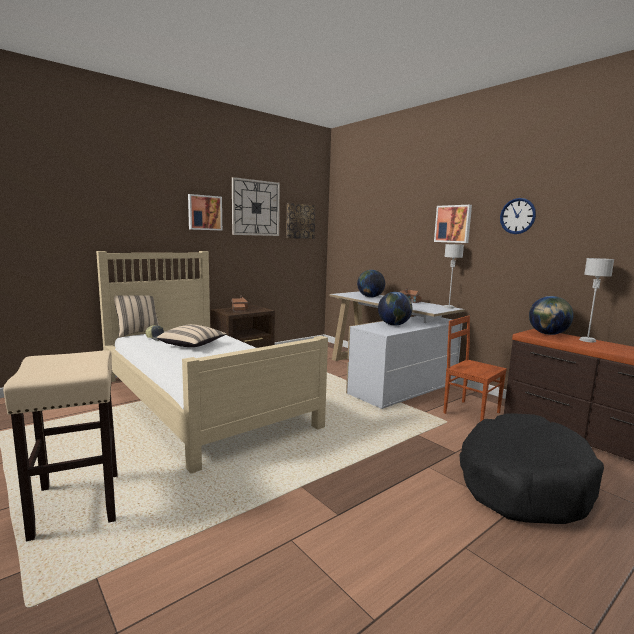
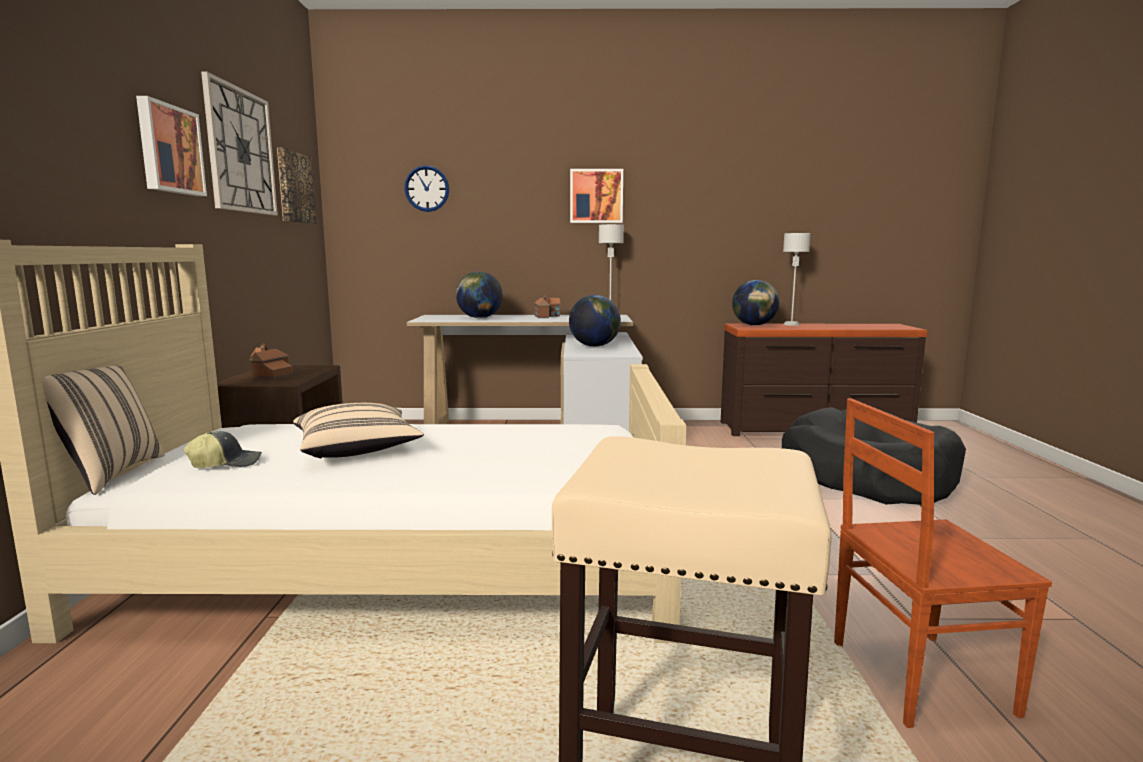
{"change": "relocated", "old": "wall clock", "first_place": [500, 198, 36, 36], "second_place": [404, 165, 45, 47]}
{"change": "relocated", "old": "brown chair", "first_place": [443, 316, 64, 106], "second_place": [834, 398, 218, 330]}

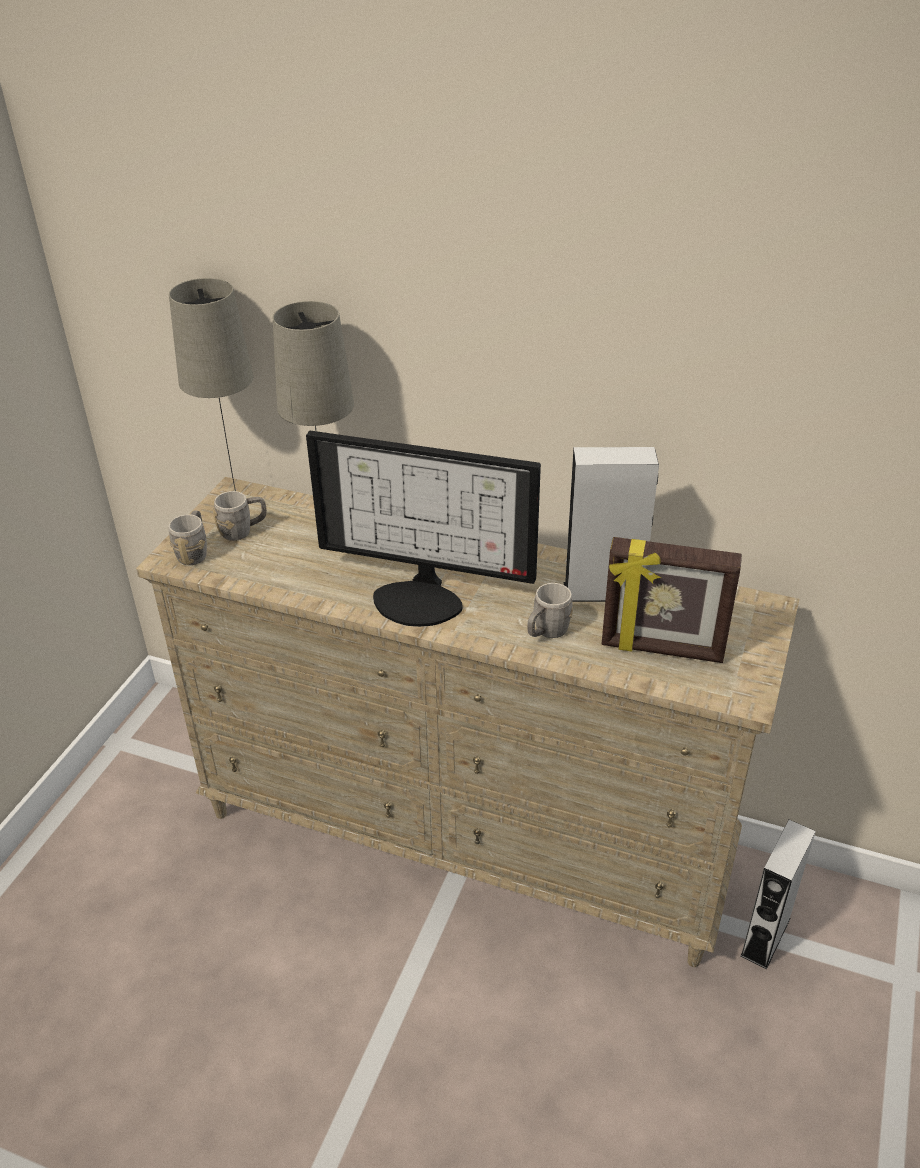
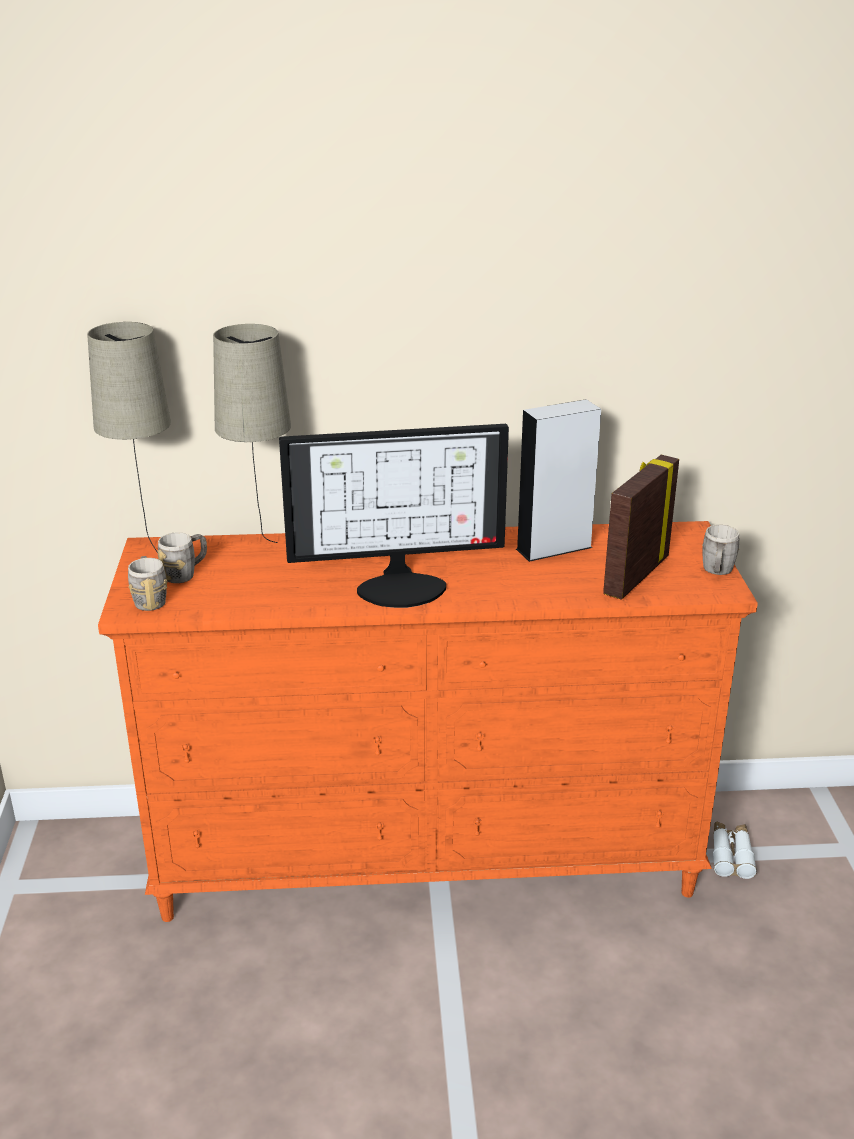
{"change": "colour", "old": "beige dresser", "new": "orange dresser", "first_place": [136, 477, 663, 490], "second_place": [98, 521, 660, 401]}
{"change": "spun", "old": "picture frame", "first_place": [602, 537, 140, 126], "second_place": [603, 455, 76, 145], "degrees": 135}
{"change": "relocated", "old": "grey mug", "first_place": [527, 583, 46, 55], "second_place": [702, 525, 37, 50]}
{"change": "exchanged", "old": "grey speaker", "new": "white binoculars", "first_place": [740, 820, 76, 149], "second_place": [713, 822, 44, 57]}

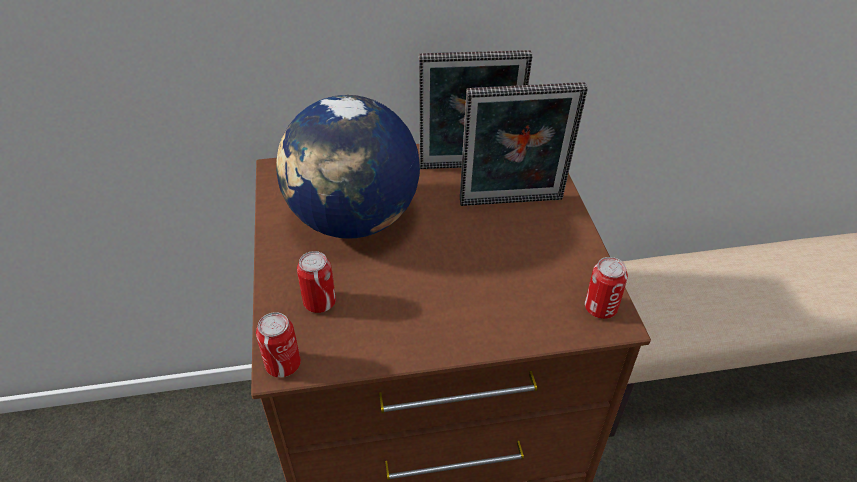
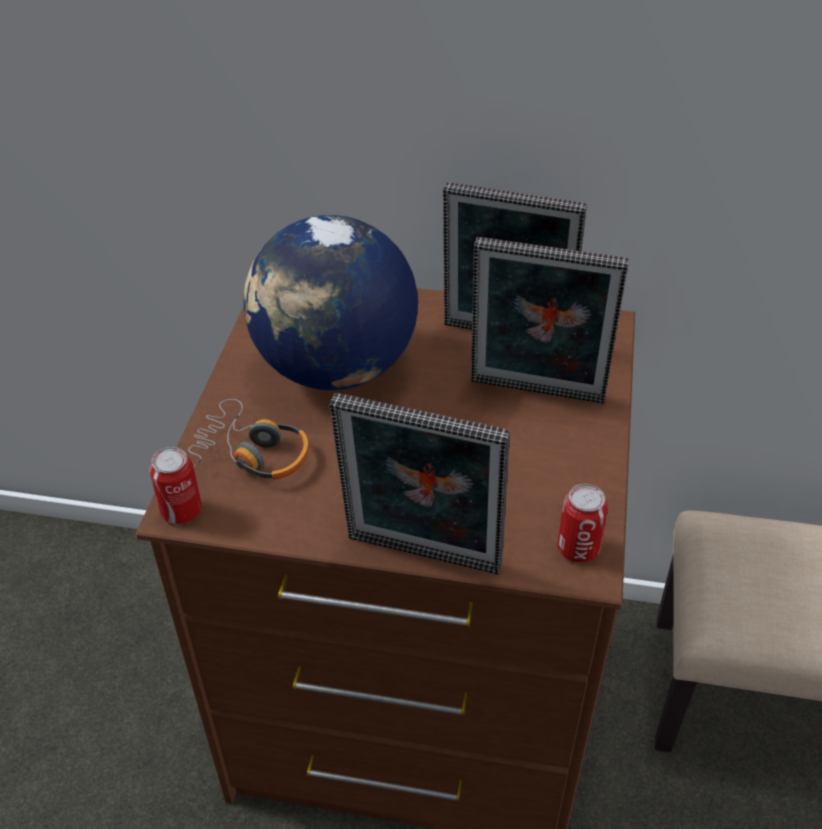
{"change": "exchanged", "old": "can", "new": "headphones", "first_place": [297, 251, 39, 62], "second_place": [188, 399, 121, 81]}
{"change": "appeared", "new": "picture frame", "second_place": [329, 393, 181, 181]}

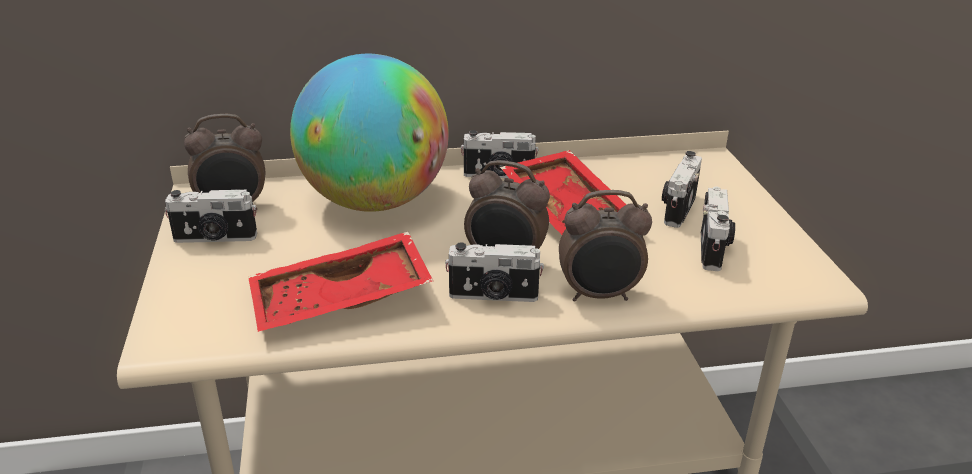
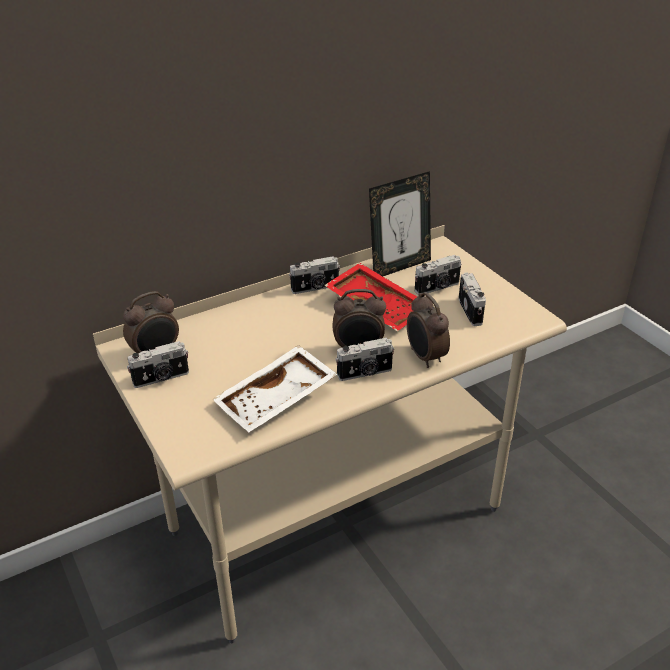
{"change": "colour", "old": "red tray", "new": "white tray", "first_place": [248, 232, 185, 100], "second_place": [212, 345, 125, 87]}
{"change": "appeared", "new": "picture frame", "second_place": [369, 171, 62, 106]}
{"change": "spun", "old": "alarm clock", "first_place": [559, 190, 93, 112], "second_place": [407, 292, 43, 76], "degrees": 90}
{"change": "spun", "old": "photo camera", "first_place": [662, 151, 40, 77], "second_place": [415, 255, 47, 39], "degrees": -120}
{"change": "missing", "old": "globe", "first_place": [290, 54, 159, 158]}

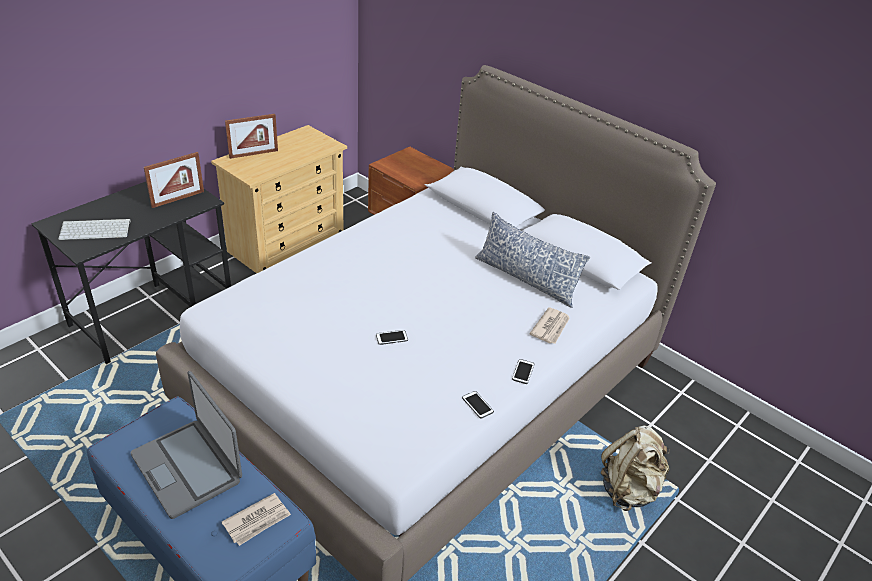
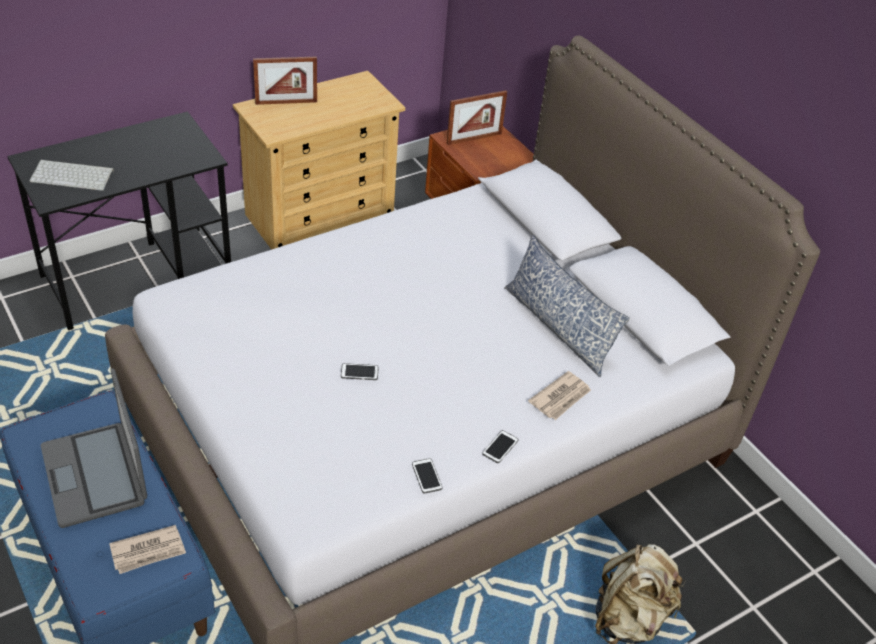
{"change": "relocated", "old": "picture frame", "first_place": [144, 152, 60, 56], "second_place": [447, 90, 60, 55]}

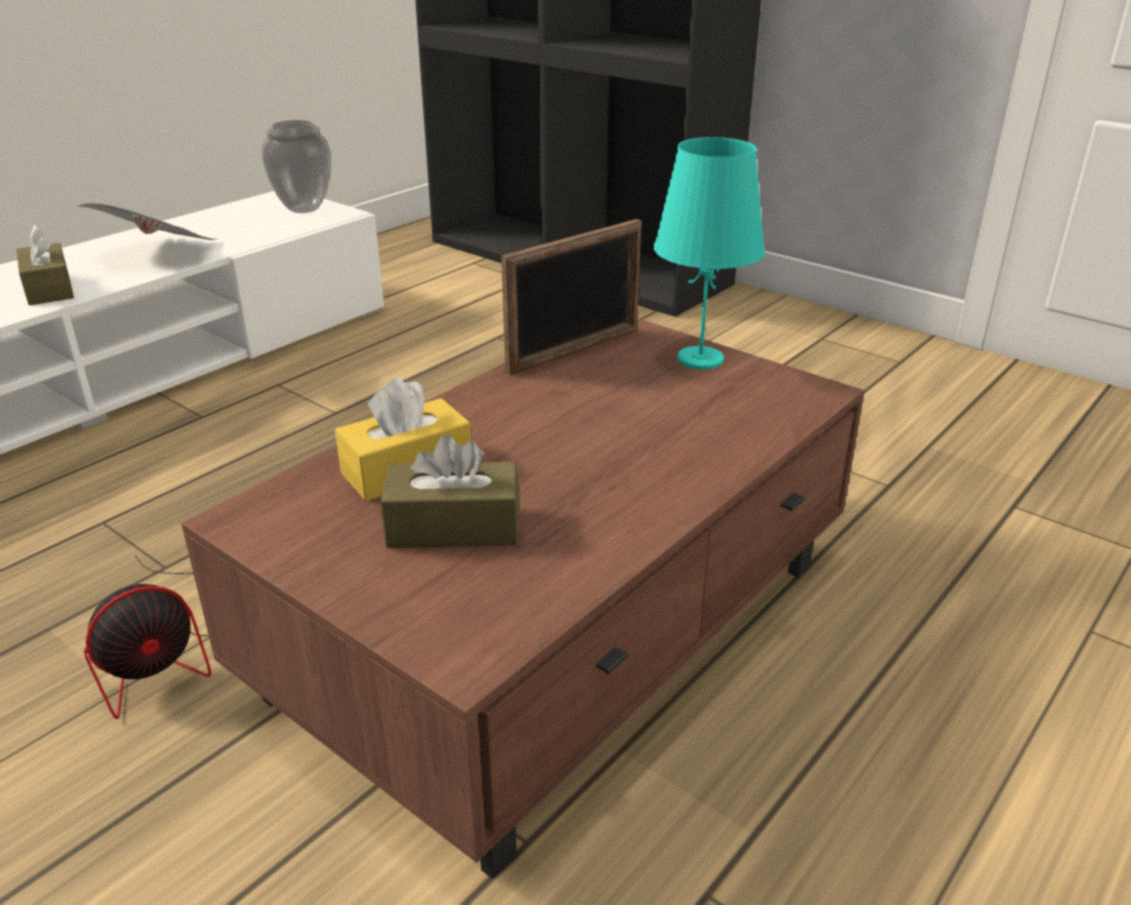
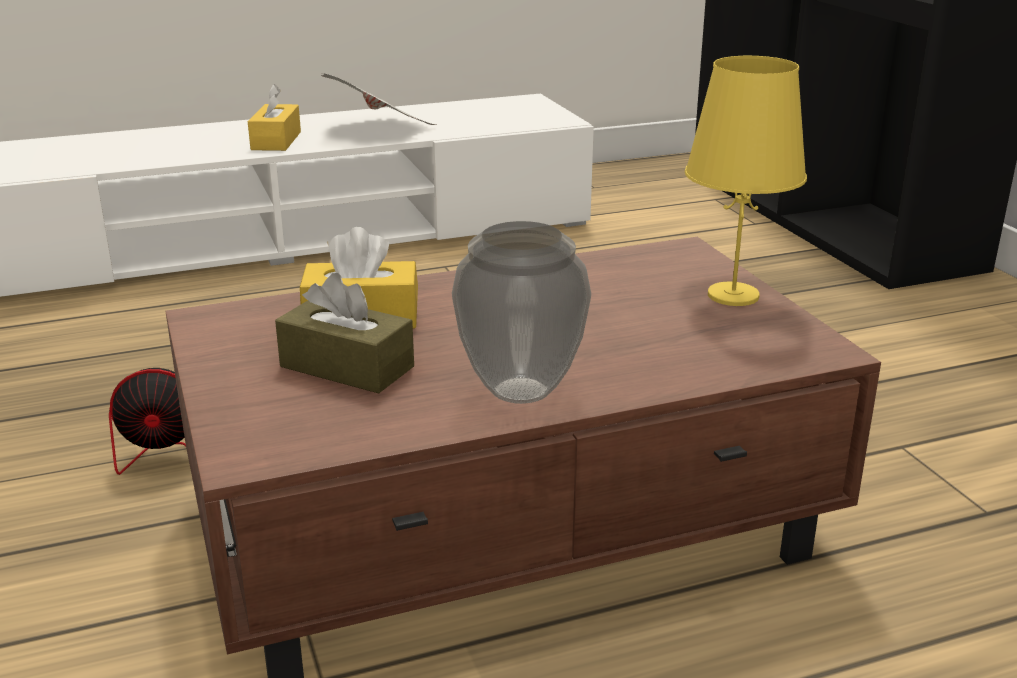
{"change": "colour", "old": "brown tissue box", "new": "yellow tissue box", "first_place": [16, 225, 58, 80], "second_place": [248, 84, 53, 67]}
{"change": "relocated", "old": "vase", "first_place": [262, 120, 69, 93], "second_place": [452, 221, 139, 183]}
{"change": "colour", "old": "turquoise table lamp", "new": "yellow table lamp", "first_place": [654, 137, 111, 233], "second_place": [685, 56, 122, 250]}
{"change": "missing", "old": "picture frame", "first_place": [501, 219, 140, 157]}

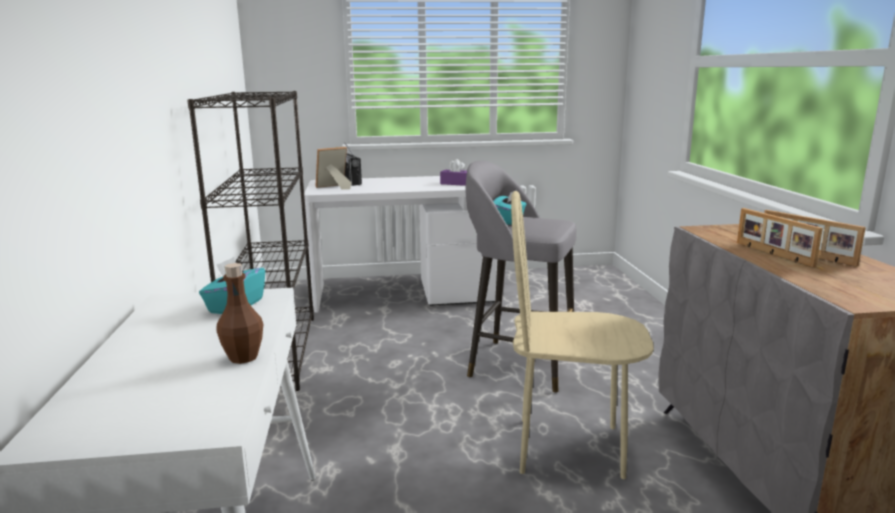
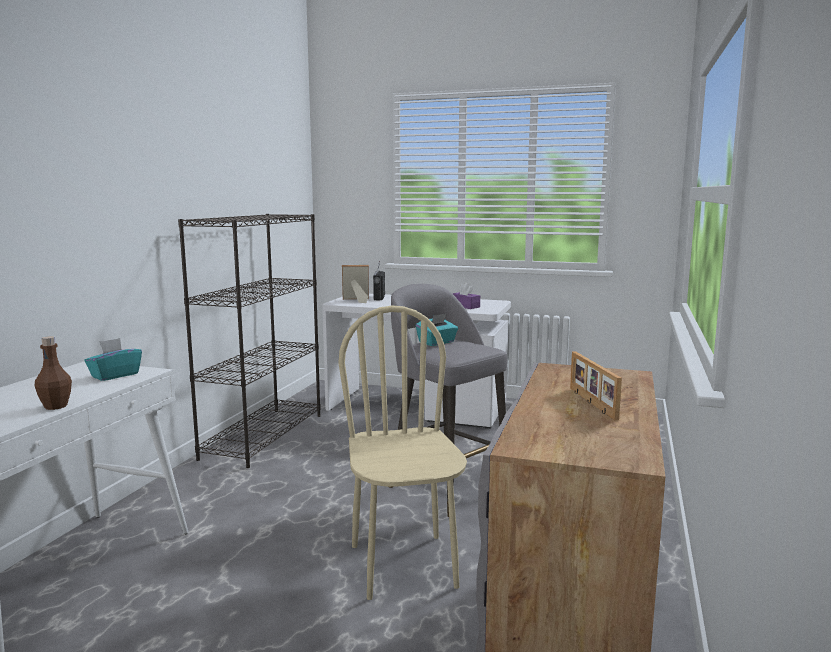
{"change": "spun", "old": "beige chair", "first_place": [511, 191, 143, 288], "second_place": [338, 306, 129, 294], "degrees": 45}
{"change": "missing", "old": "picture frame", "first_place": [737, 208, 86, 59]}

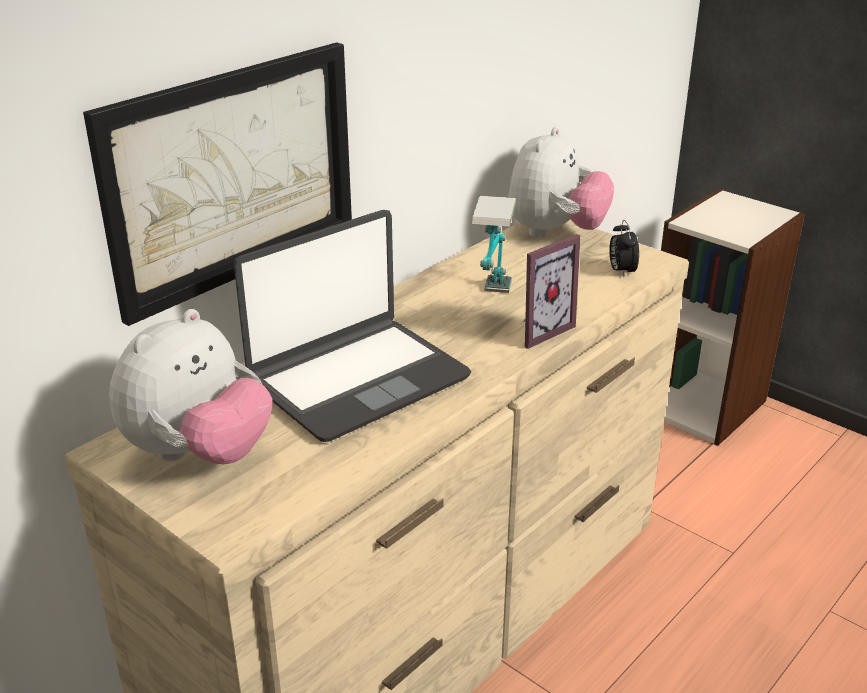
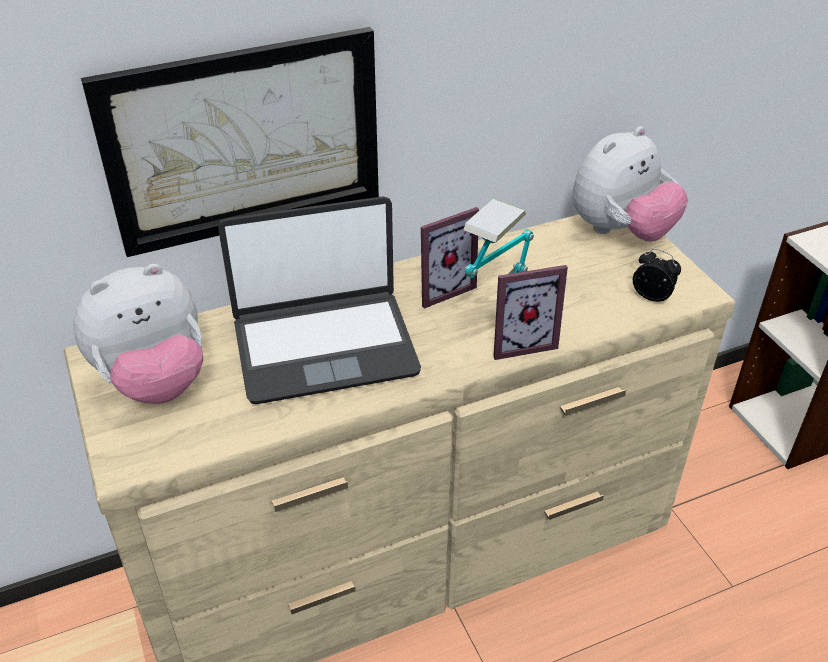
{"change": "appeared", "new": "picture frame", "second_place": [421, 207, 58, 102]}
{"change": "spun", "old": "alarm clock", "first_place": [609, 220, 30, 57], "second_place": [633, 249, 48, 53], "degrees": 105}

